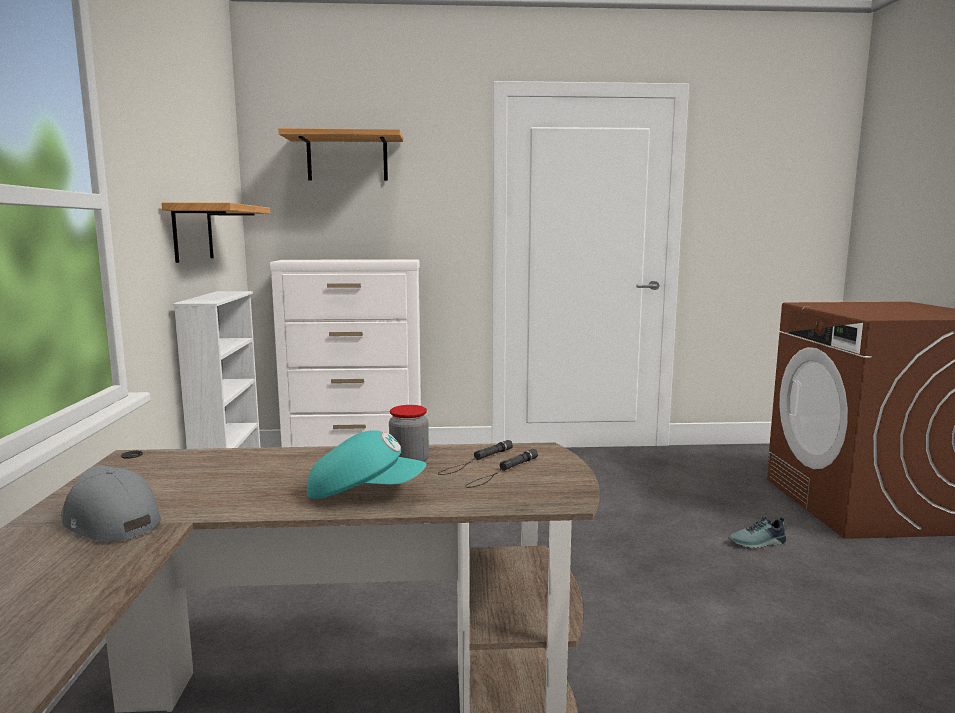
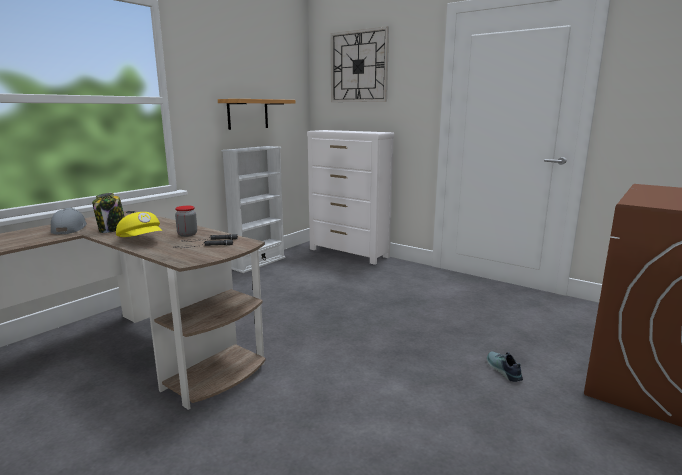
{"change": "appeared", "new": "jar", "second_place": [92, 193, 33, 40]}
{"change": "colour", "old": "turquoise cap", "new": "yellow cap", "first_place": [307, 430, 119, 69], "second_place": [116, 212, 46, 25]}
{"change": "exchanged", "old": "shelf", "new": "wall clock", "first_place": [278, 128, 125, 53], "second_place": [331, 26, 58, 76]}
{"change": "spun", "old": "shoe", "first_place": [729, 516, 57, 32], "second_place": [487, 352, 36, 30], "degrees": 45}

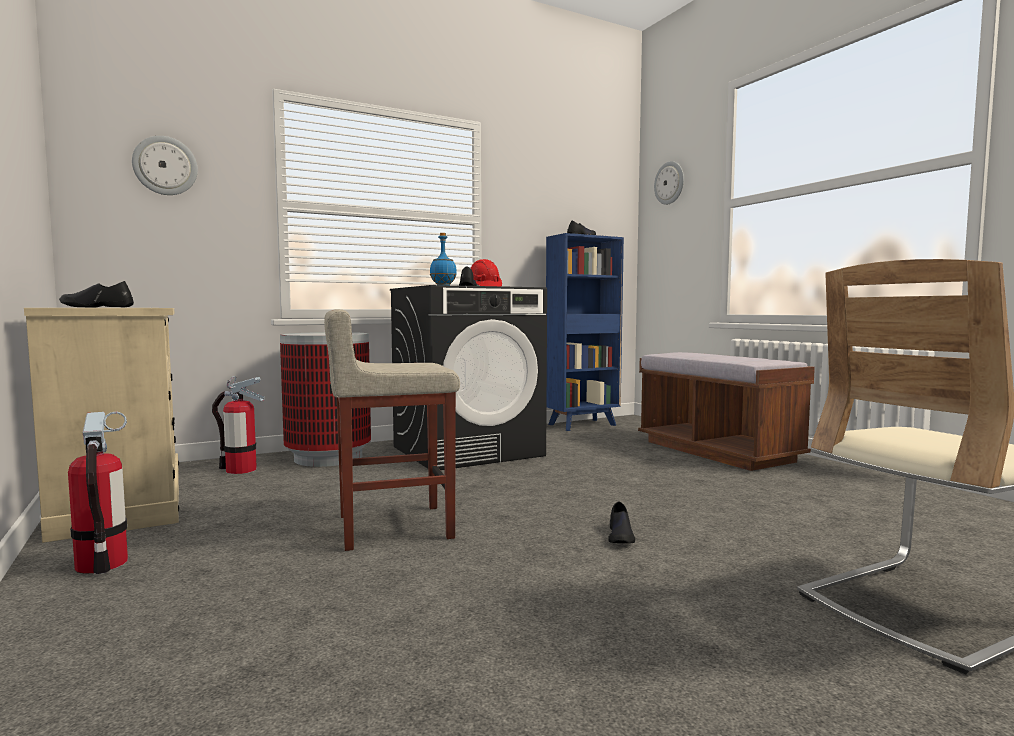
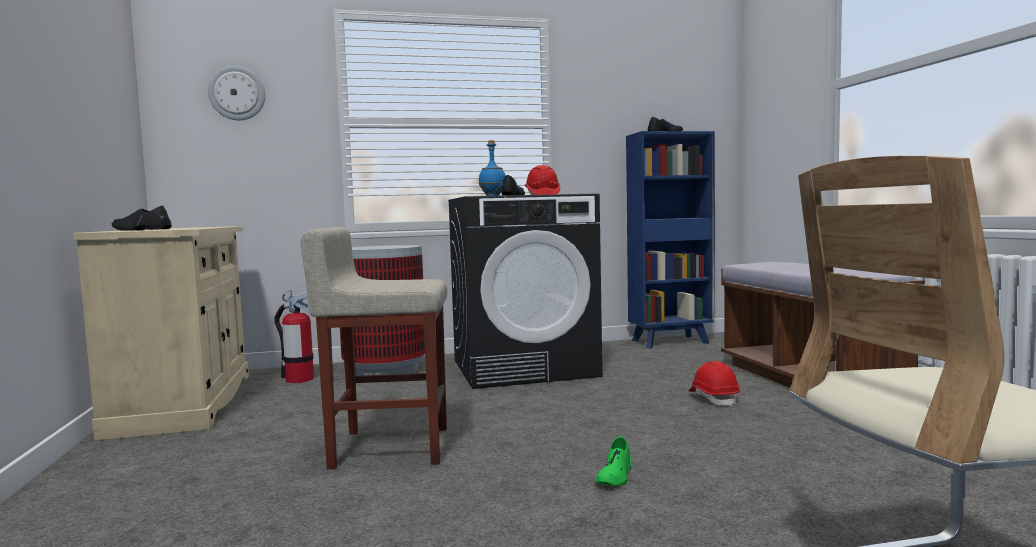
{"change": "colour", "old": "black shoe", "new": "green shoe", "first_place": [608, 501, 27, 43], "second_place": [595, 436, 36, 50]}
{"change": "appeared", "new": "red hard hat", "second_place": [689, 361, 51, 46]}
{"change": "missing", "old": "fire extinguisher", "first_place": [68, 411, 60, 163]}
{"change": "missing", "old": "wall clock", "first_place": [654, 161, 30, 44]}

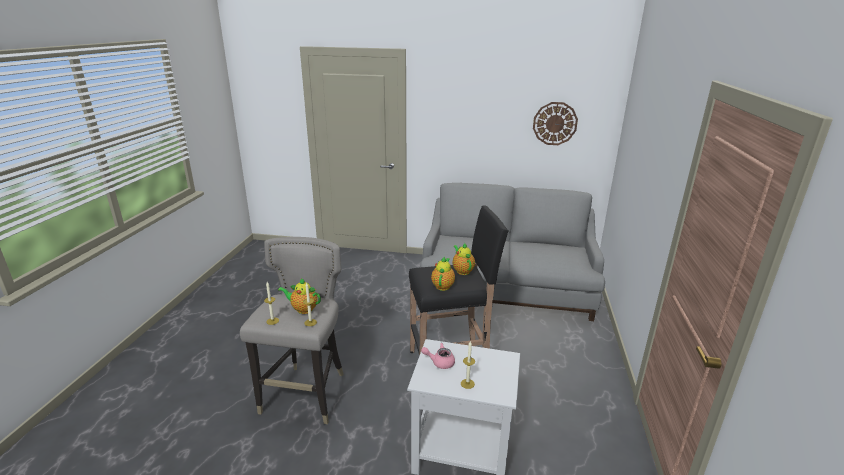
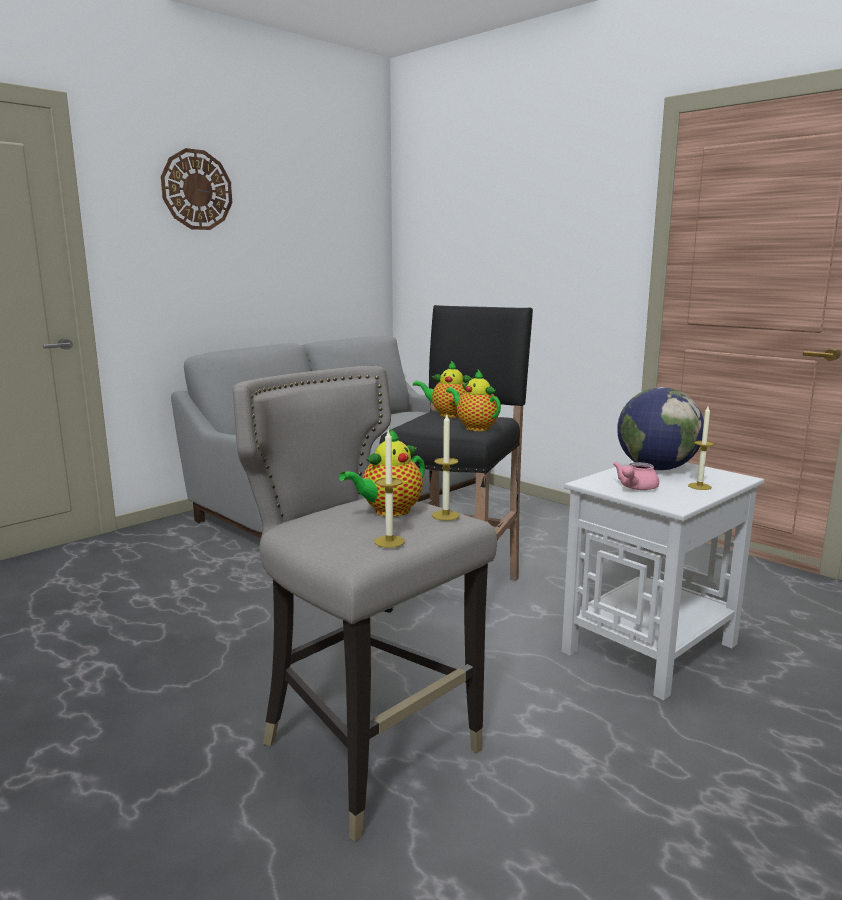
{"change": "relocated", "old": "wall clock", "first_place": [533, 102, 45, 43], "second_place": [161, 148, 71, 82]}
{"change": "appeared", "new": "globe", "second_place": [617, 387, 87, 83]}

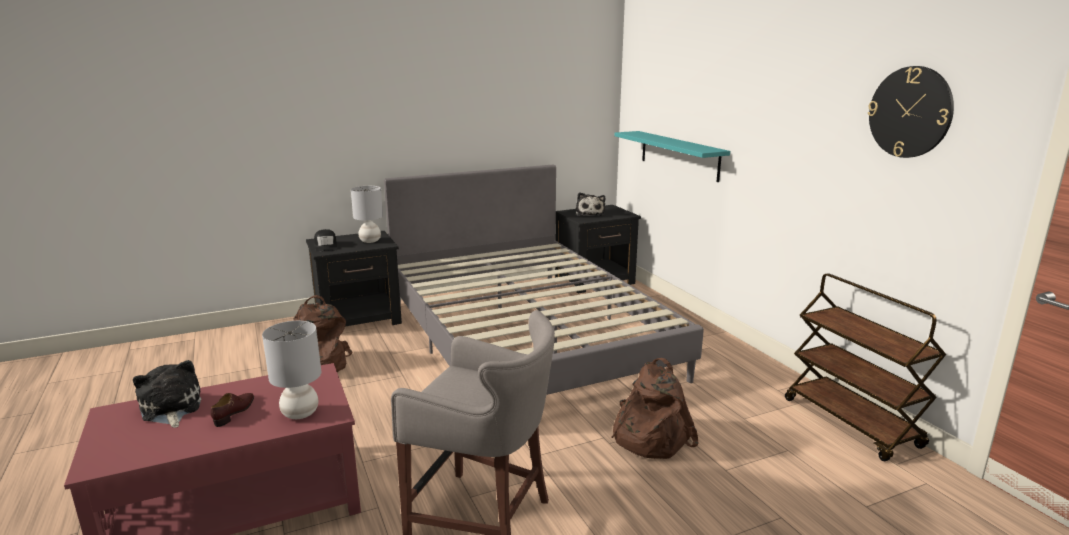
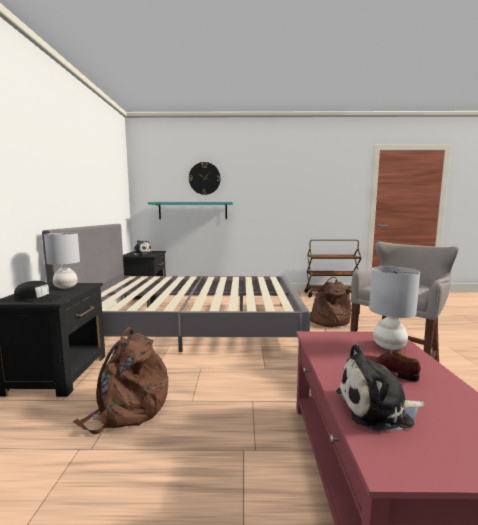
{"change": "relocated", "old": "wall clock", "first_place": [868, 66, 86, 92], "second_place": [189, 162, 32, 33]}

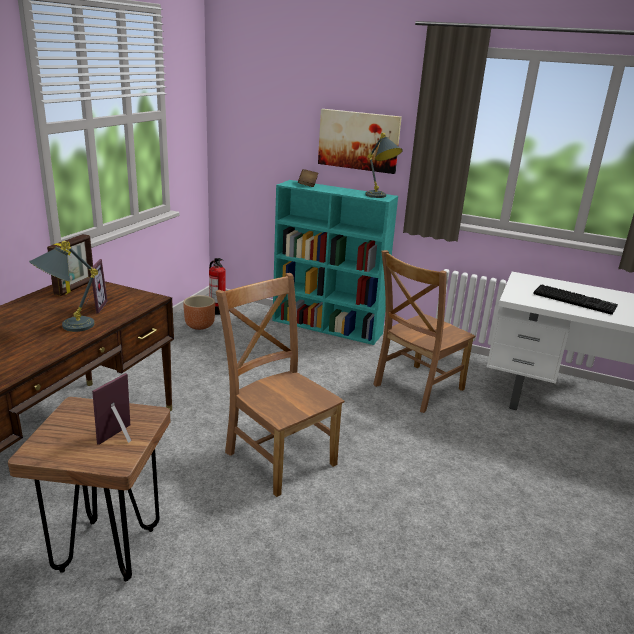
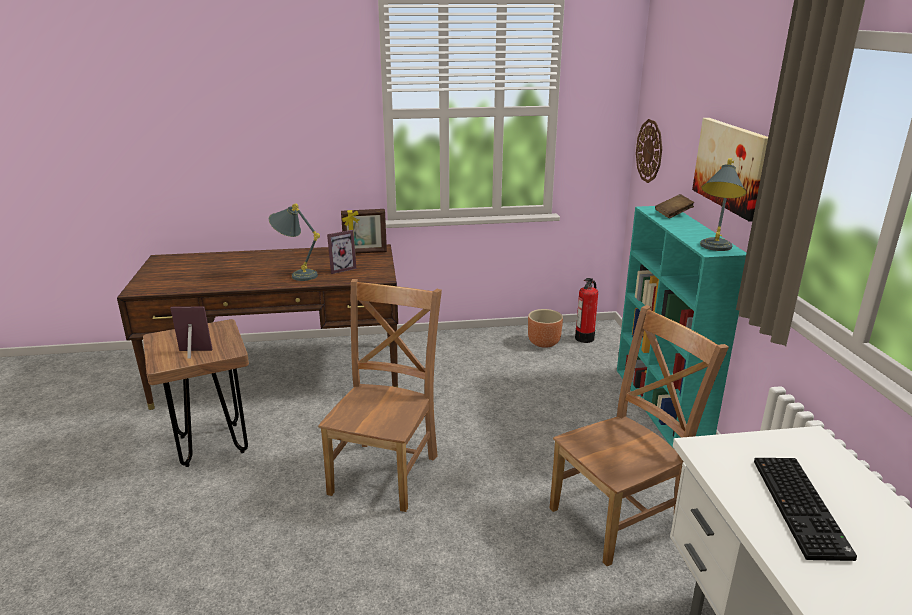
{"change": "spun", "old": "brown chair", "first_place": [373, 250, 102, 163], "second_place": [549, 305, 180, 261], "degrees": 135}
{"change": "appeared", "new": "wall clock", "second_place": [636, 119, 26, 64]}

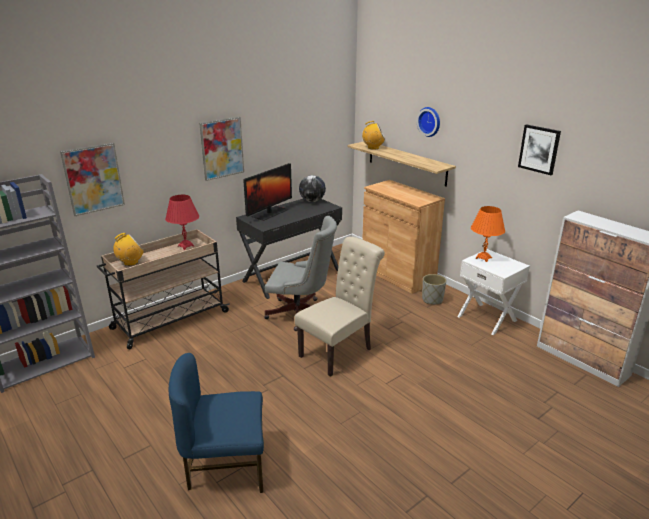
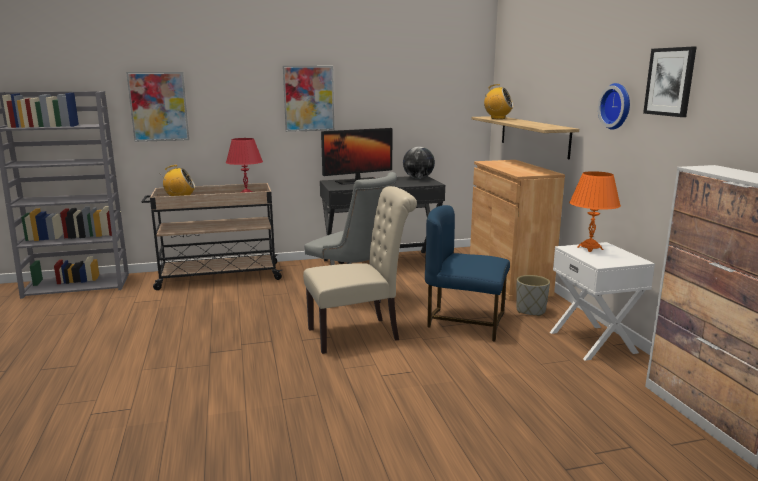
{"change": "relocated", "old": "blue chair", "first_place": [169, 353, 95, 140], "second_place": [425, 205, 85, 136]}
{"change": "relocated", "old": "wall clock", "first_place": [417, 107, 23, 30], "second_place": [598, 83, 32, 47]}

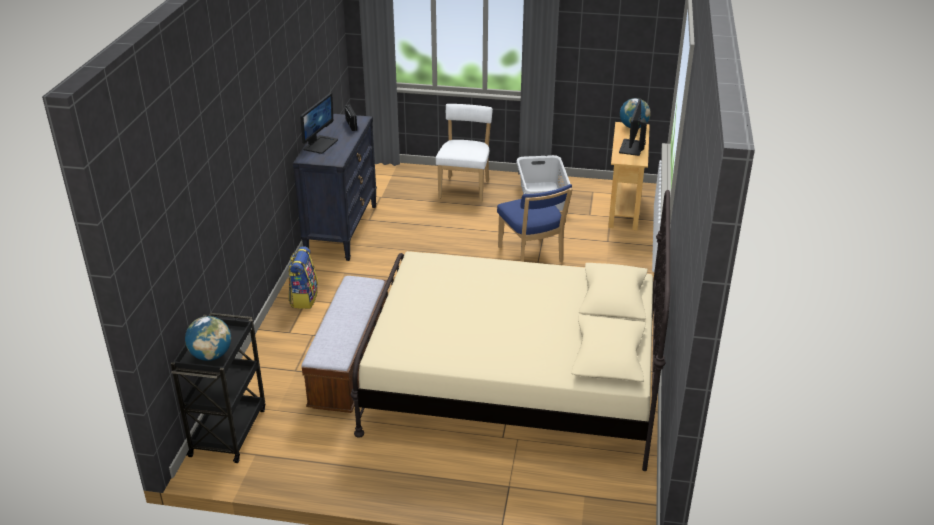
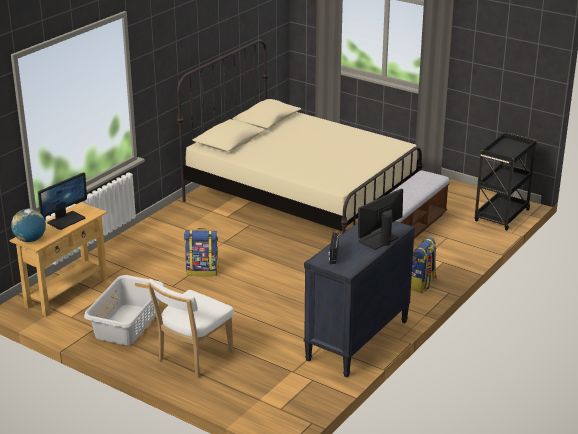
{"change": "exchanged", "old": "blue chair", "new": "backpack", "first_place": [497, 184, 76, 78], "second_place": [184, 228, 35, 48]}
{"change": "missing", "old": "globe", "first_place": [185, 316, 46, 45]}

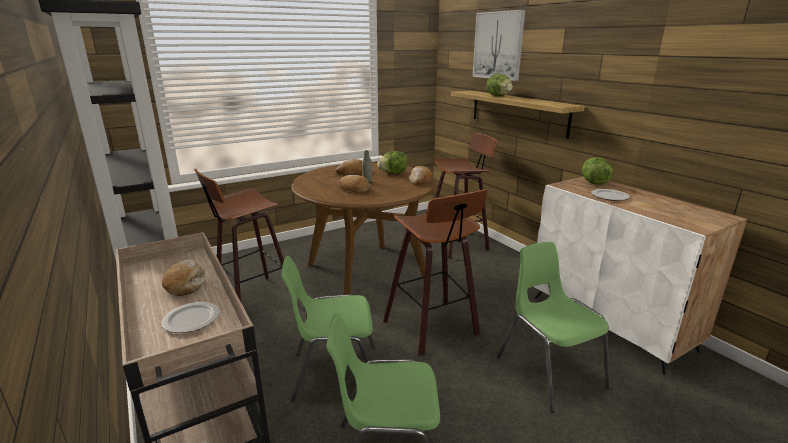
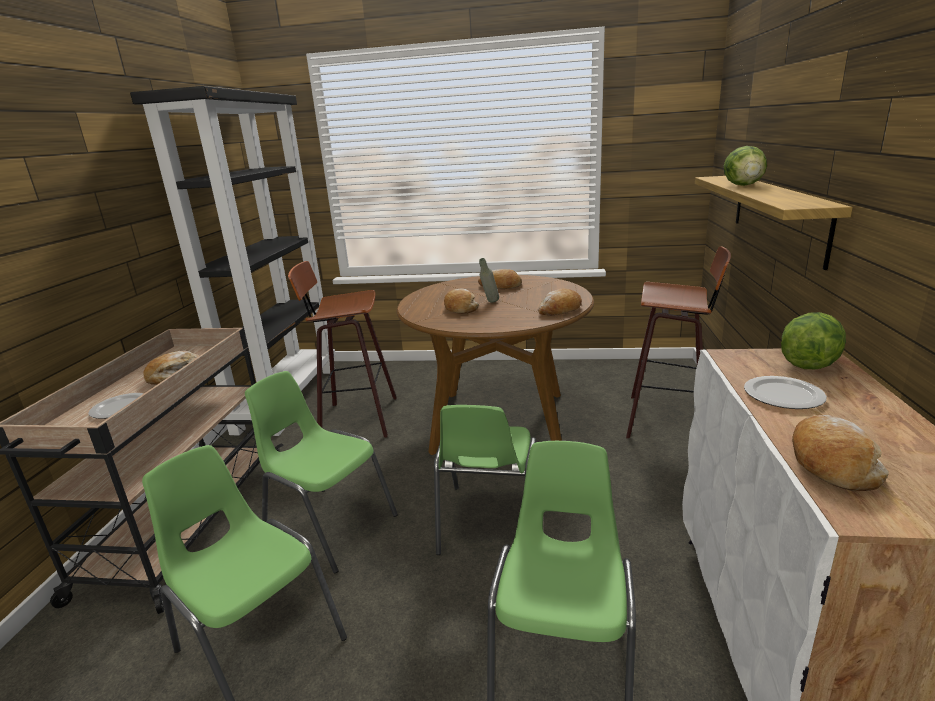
{"change": "exchanged", "old": "stool", "new": "green chair", "first_place": [383, 189, 105, 167], "second_place": [434, 405, 102, 150]}
{"change": "appeared", "new": "bread", "second_place": [792, 415, 97, 76]}
{"change": "missing", "old": "lettuce", "first_place": [377, 151, 31, 23]}
{"change": "missing", "old": "picture", "first_place": [473, 10, 52, 71]}

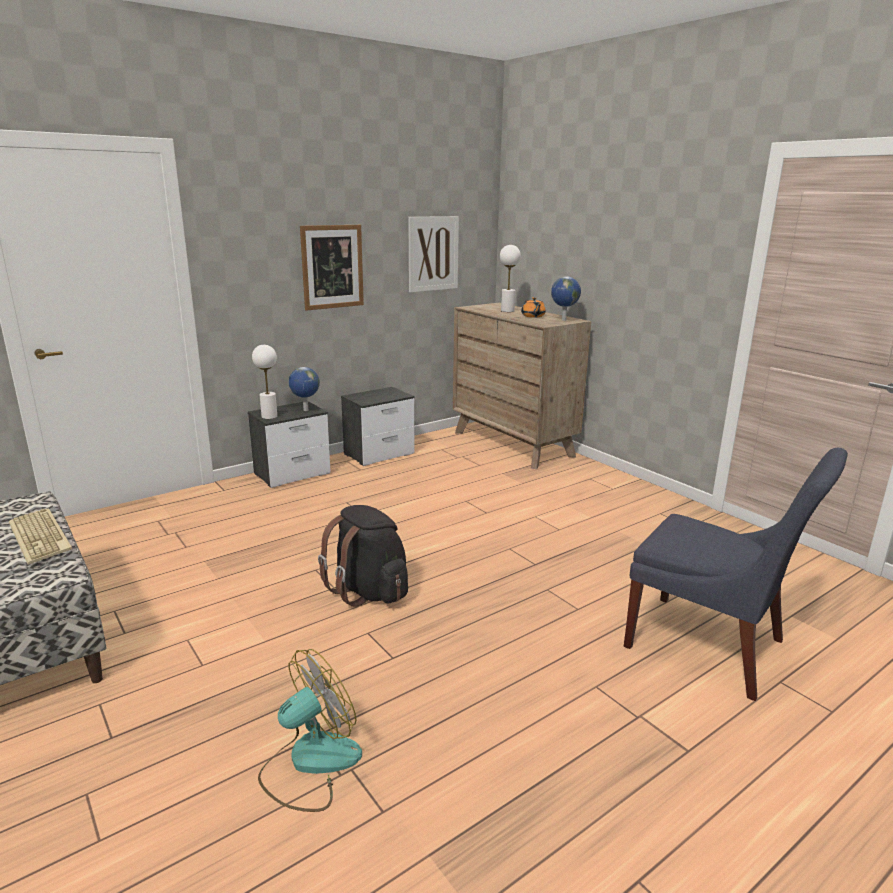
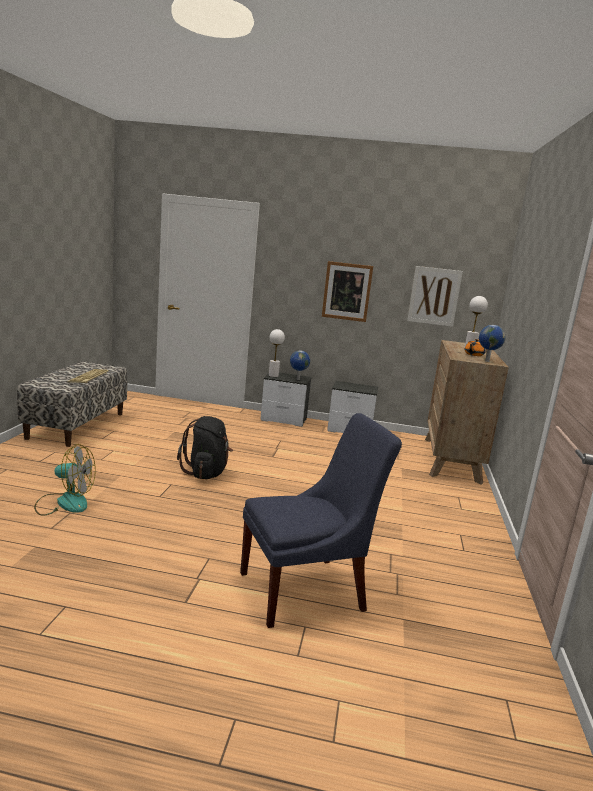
{"change": "spun", "old": "blue chair", "first_place": [624, 447, 224, 254], "second_place": [240, 413, 162, 215], "degrees": -105}

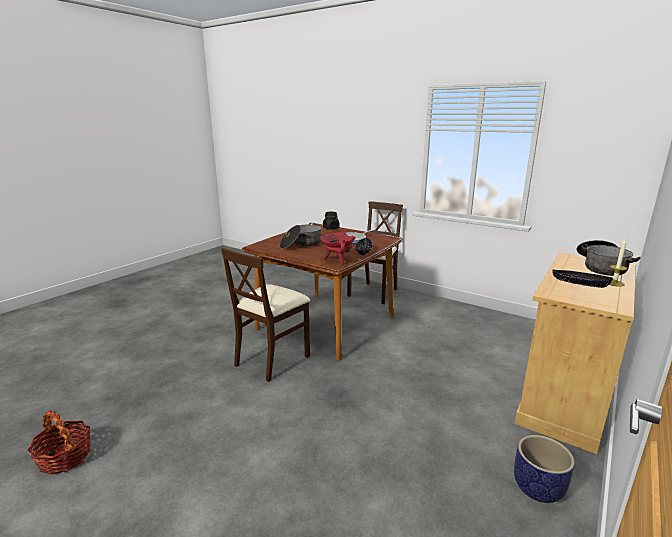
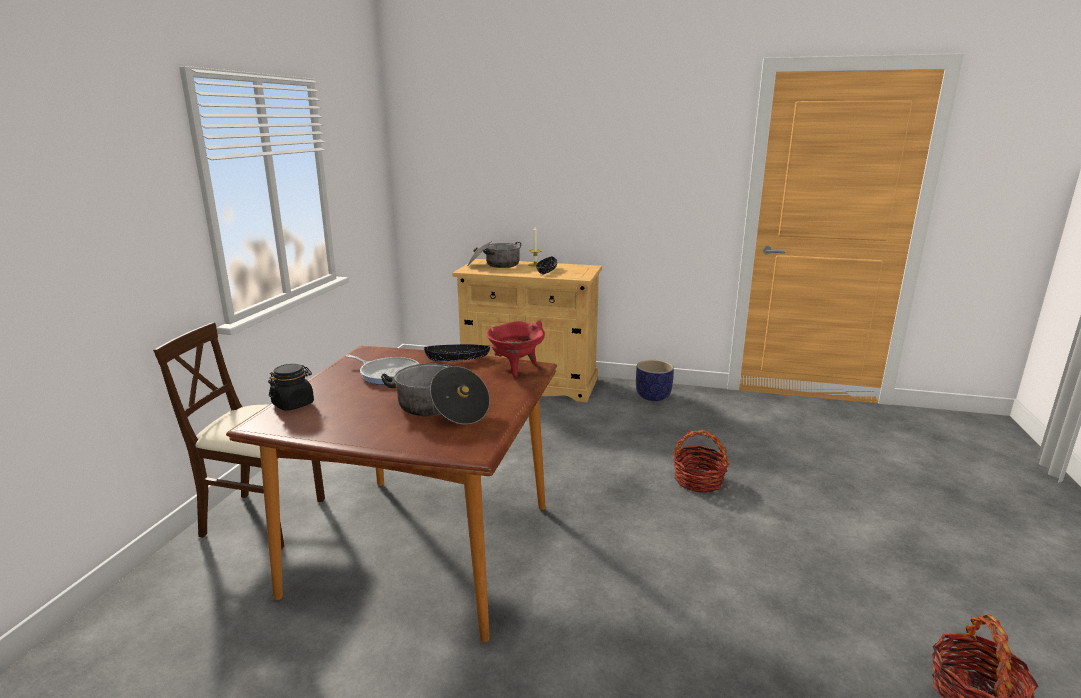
{"change": "appeared", "new": "basket", "second_place": [673, 430, 57, 63]}
{"change": "missing", "old": "beige chair", "first_place": [221, 248, 89, 134]}

